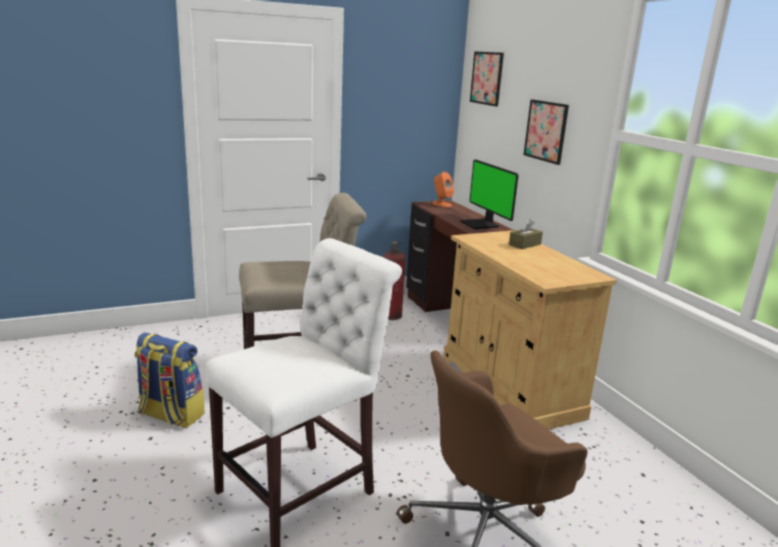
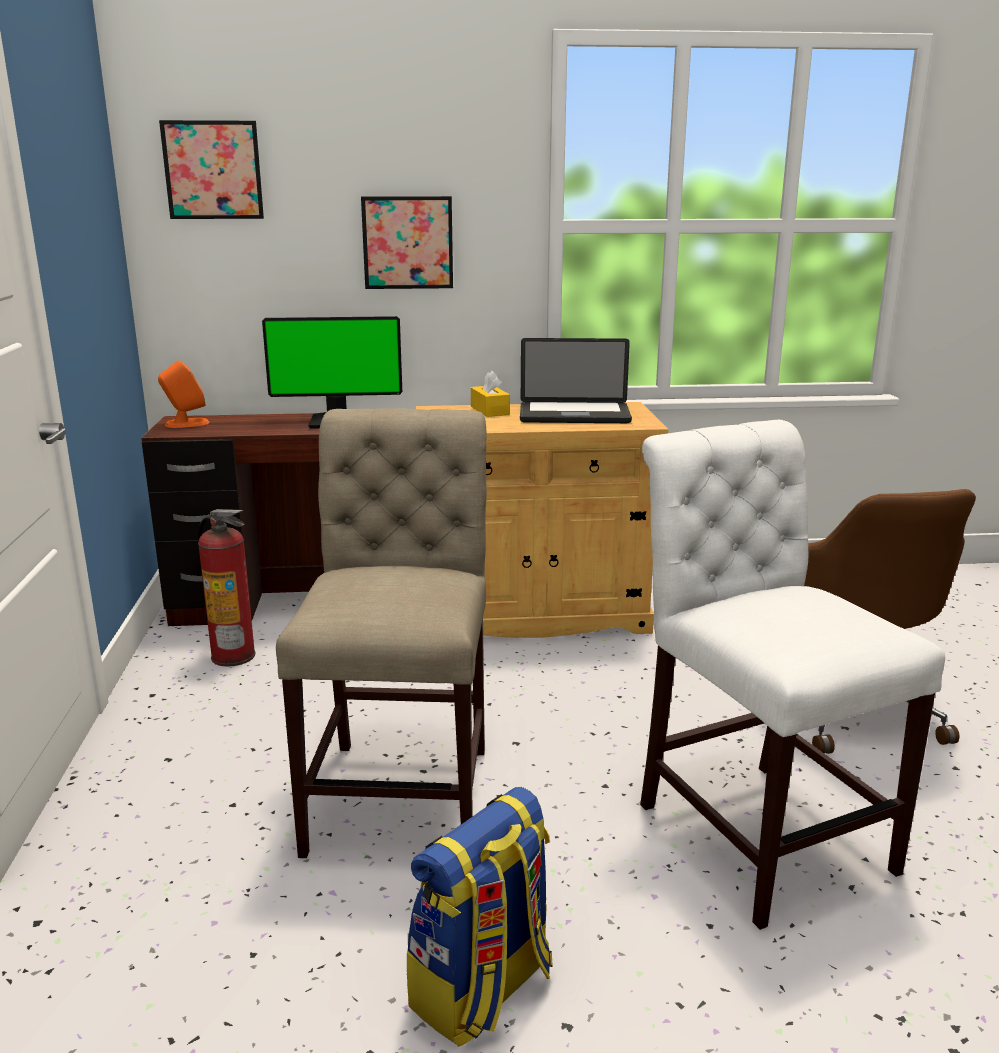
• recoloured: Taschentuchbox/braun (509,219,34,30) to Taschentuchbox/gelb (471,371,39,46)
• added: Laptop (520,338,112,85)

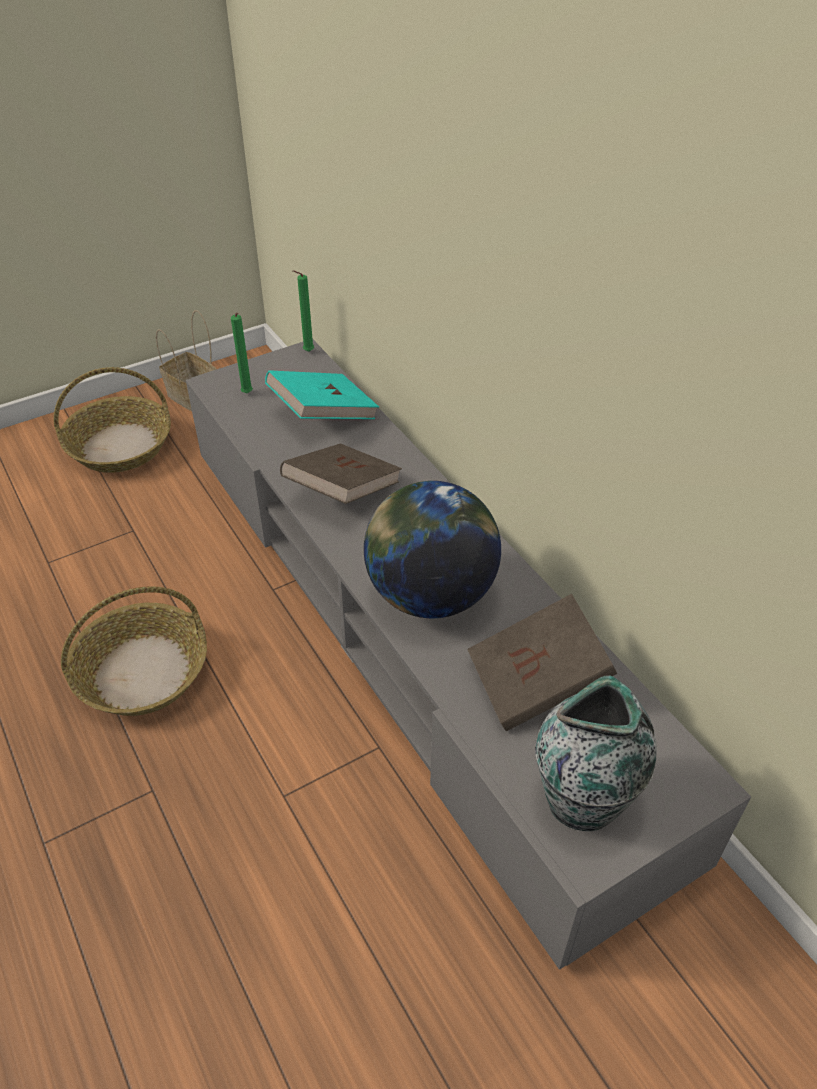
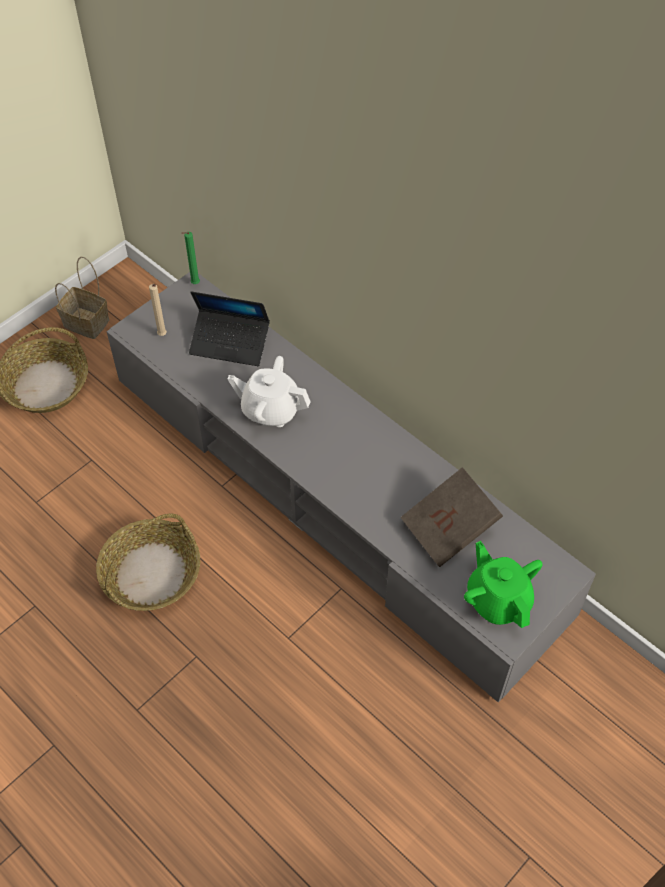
• recoloured: Kerze/grün (231,313,22,80) to Kerze/beige (149,284,18,52)
• replaced: Buch/türkis (265,370,114,49) to Laptop (189,291,81,75)
• replaced: Buch/braun (280,443,122,61) to Teekanne/weiß (228,356,83,71)
• replaced: Vase (535,675,122,156) to Teekanne/grün (464,541,79,87)
• removed: Globus (364,481,137,137)

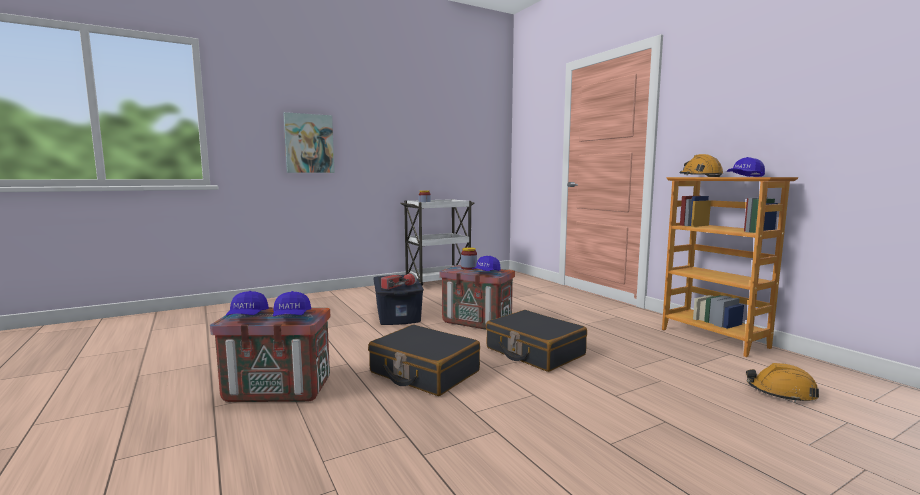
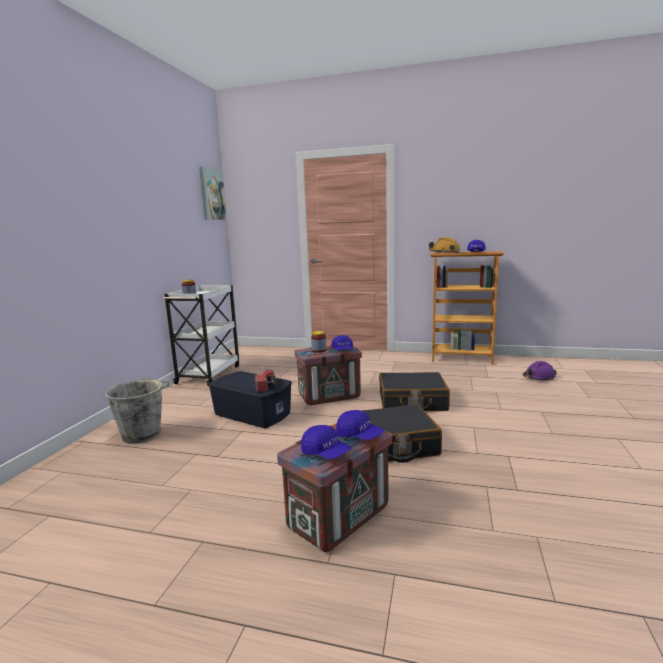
• added: Eimer/grau (105,379,64,65)
• moved: Bild (283,112,52,61) to (199,167,28,53)
• recoloured: Schutzhelm/orange (746,363,73,40) to Schutzhelm/lila (523,361,34,19)

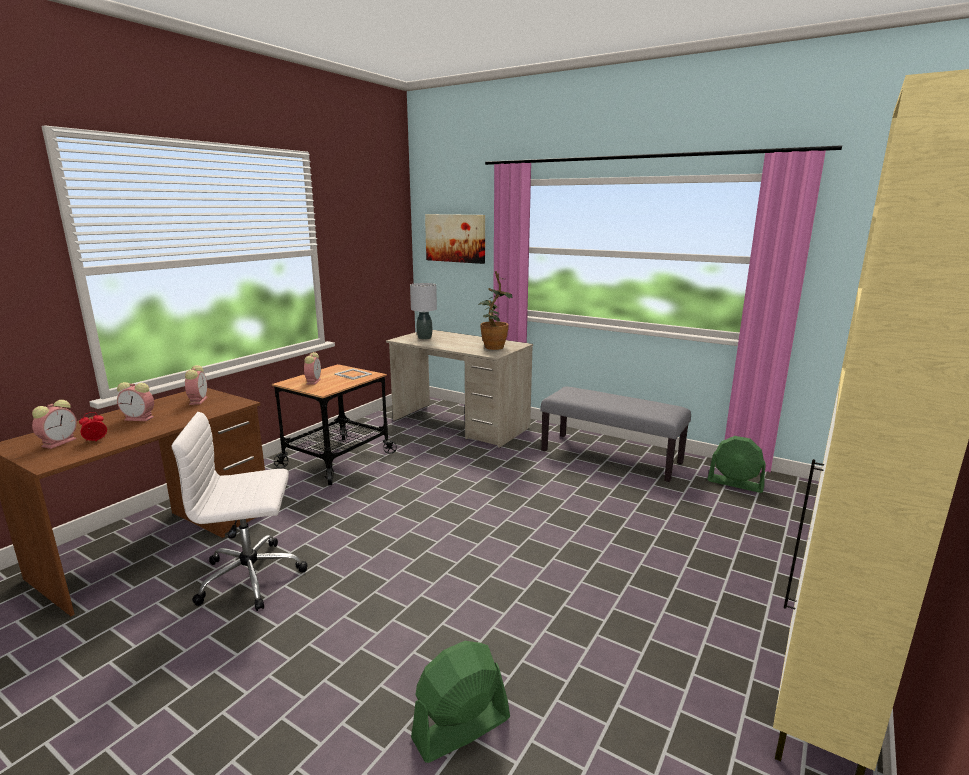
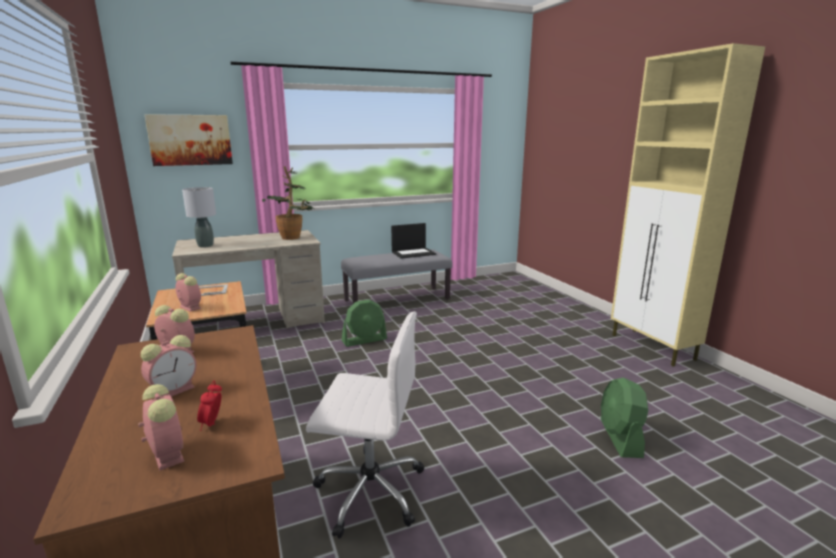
• turned: Bürostuhl/weiß (171,412,137,199) = (306,311,118,228) 105 degrees counterclockwise
• moved: Ventilator/grün (707,436,59,57) to (342,299,45,48)
• added: Laptop (391,223,45,36)

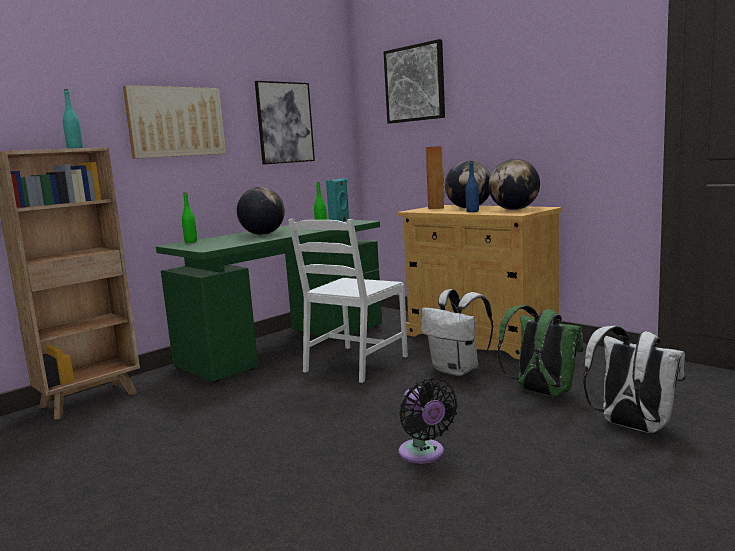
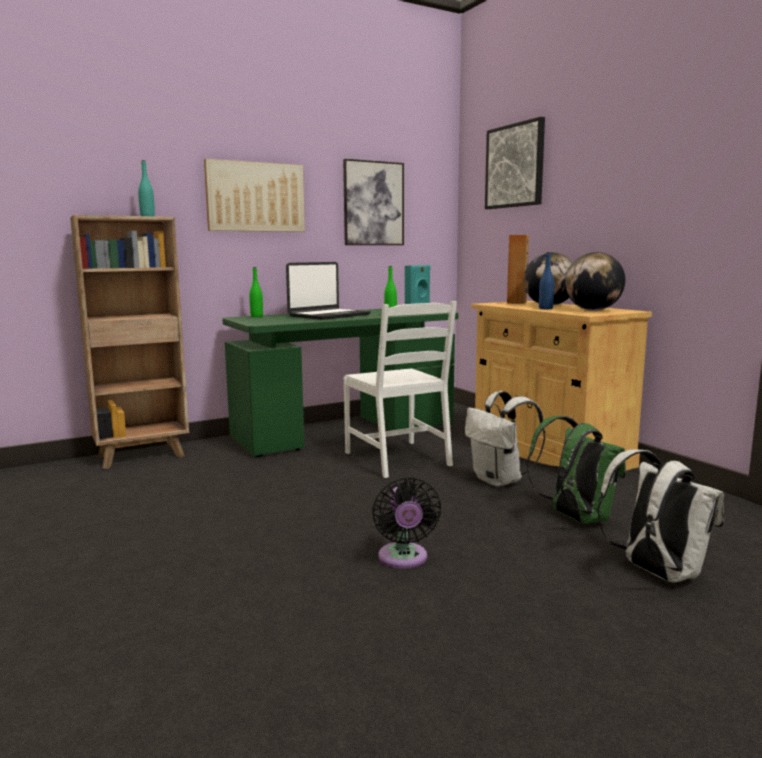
• replaced: Globus (237,187,48,48) to Laptop (286,262,85,58)
• turned: Stuhl/weiß (288,219,120,164) = (344,301,113,177) 75 degrees counterclockwise

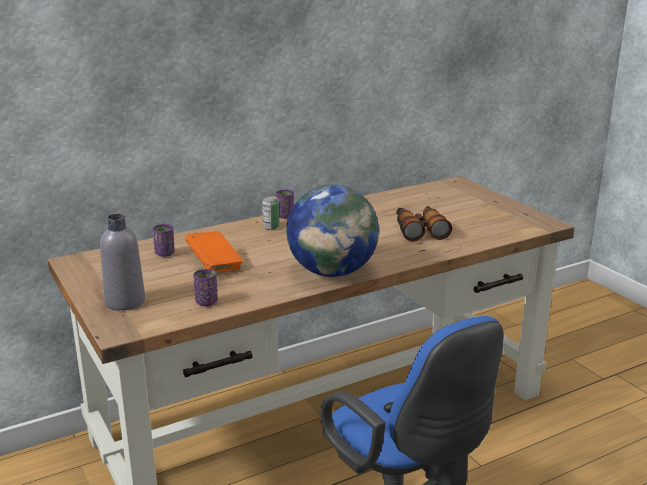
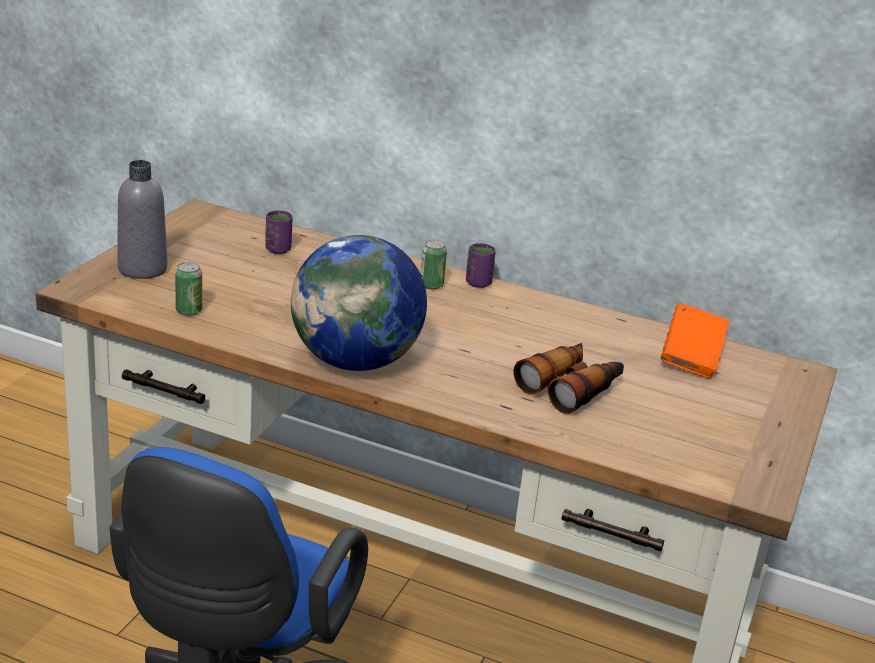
• replaced: Tasse/lila (193,269,25,37) to Dose (175,262,27,54)
• moved: Buch/orange (185,231,58,41) to (661,303,68,75)

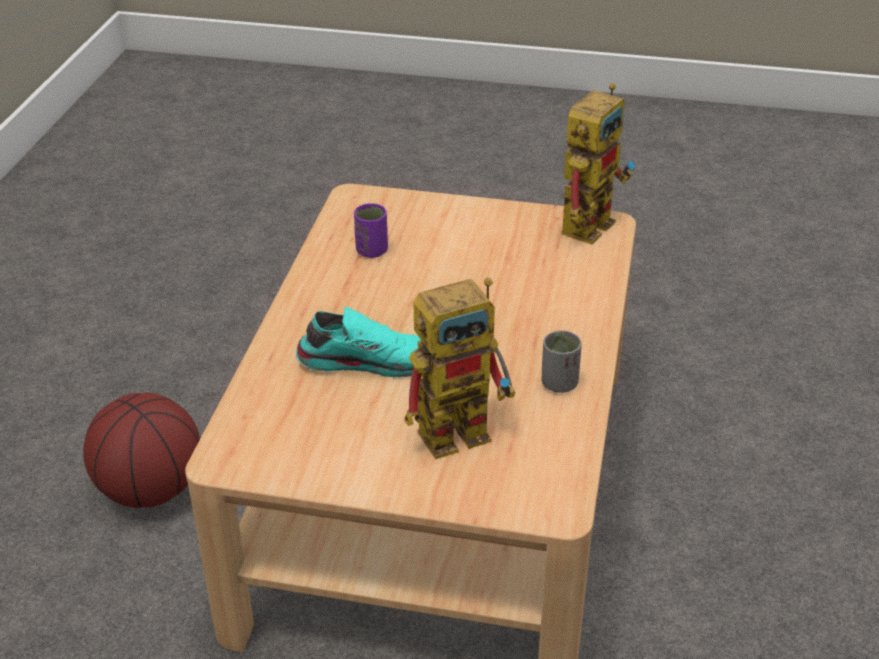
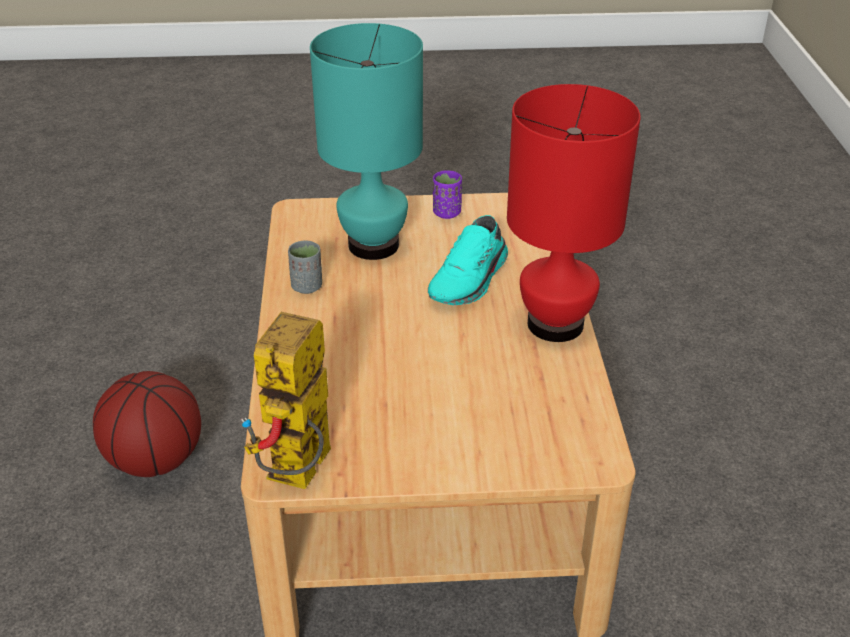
• moved: Basketball (83,393,117,115) to (93,371,108,106)
• replaced: Spielzeugroboter (405,277,110,182) to Tischlampe/türkis (310,23,113,237)
• turned: Schuh/türkis (296,307,125,71) = (428,215,80,90) 45 degrees counterclockwise
• moved: Tasse/lila (354,203,34,55) to (433,170,29,49)
• added: Tischlampe/rot (507,84,134,258)

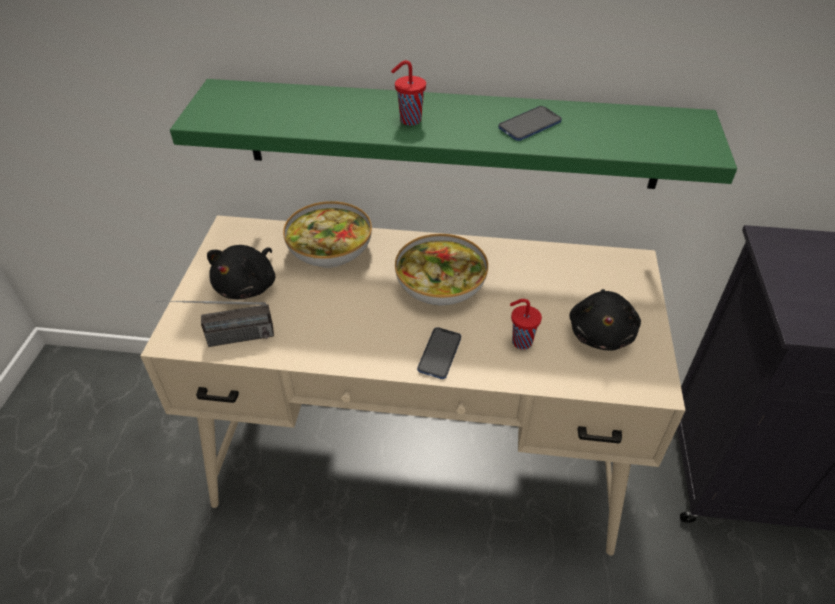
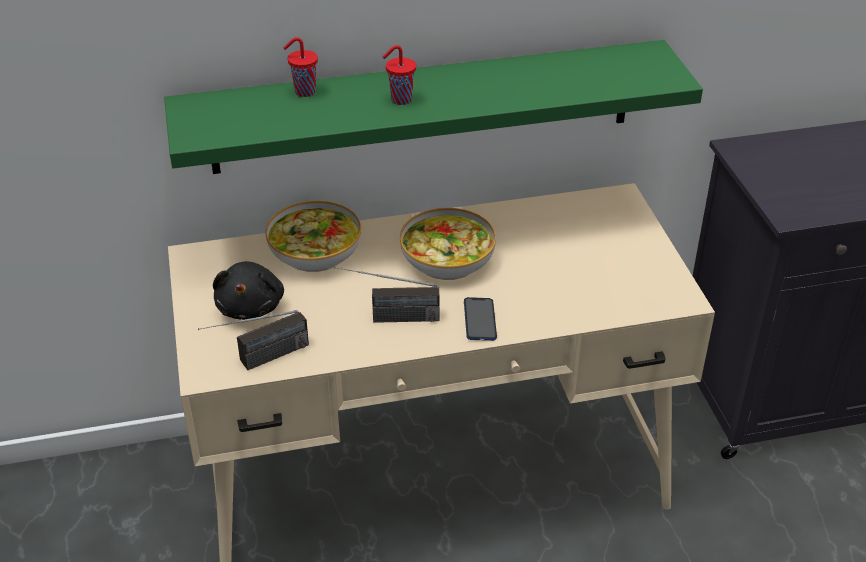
• moved: Tasse/rot (510,299,32,51) to (283,37,35,60)
• added: Radio (334,267,105,56)
• removed: Handy (498,106,64,35)
• removed: Plüschtier/schwarz (569,289,72,62)

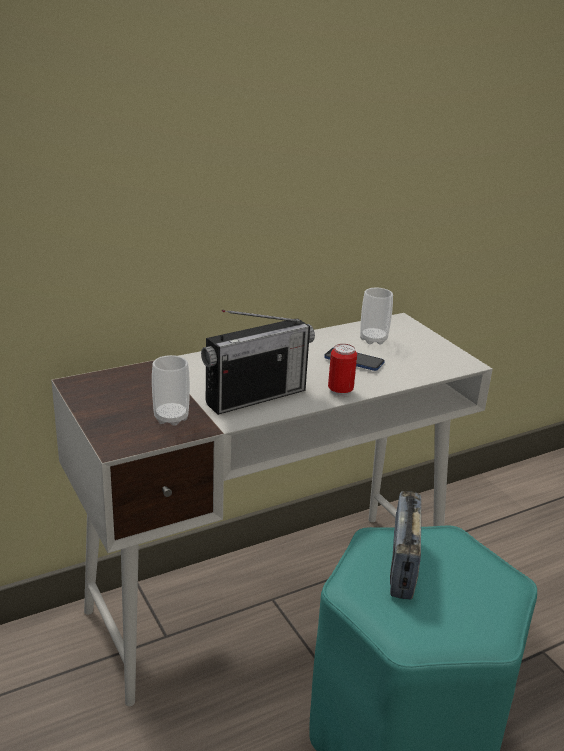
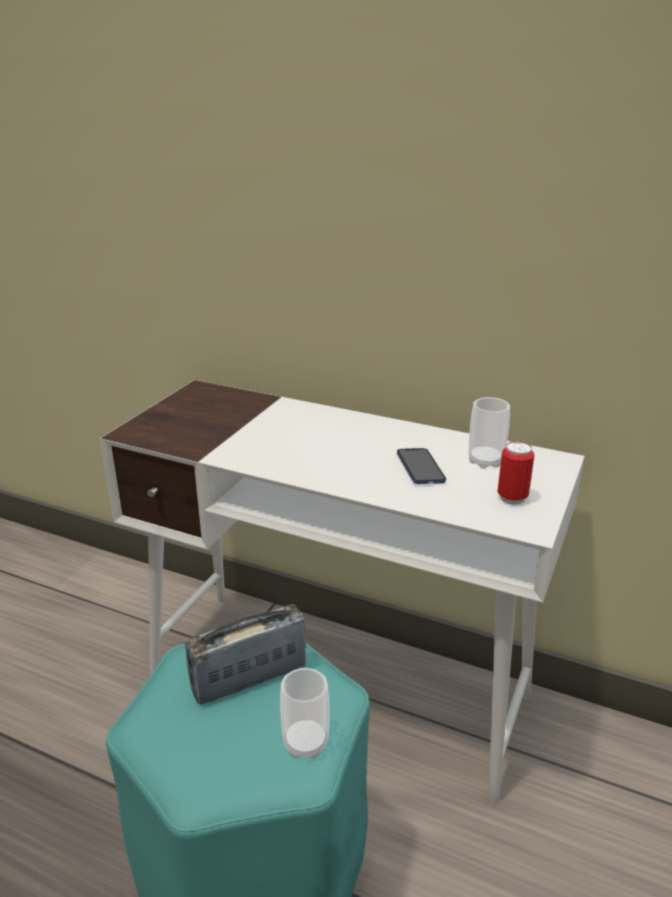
• moved: Tasse (152,355,38,71) to (280,668,50,91)
• moved: Dose (328,344,29,53) to (498,441,37,64)
• removed: Radio (201,310,114,105)

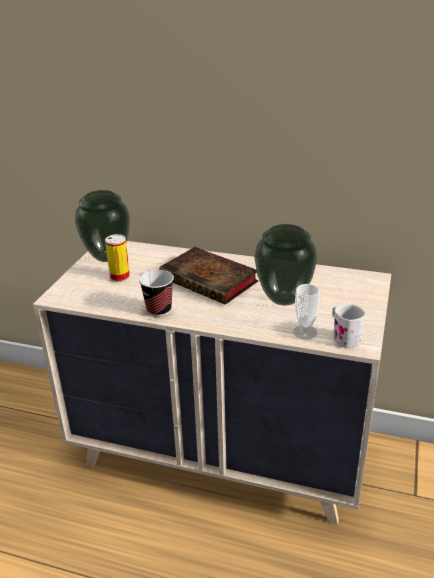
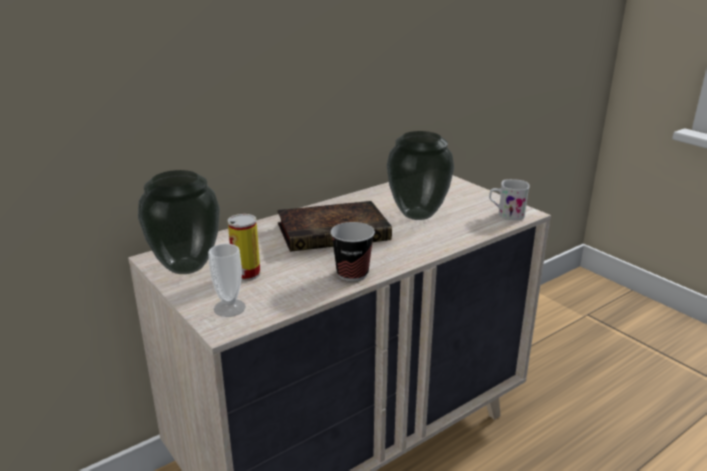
• moved: Tasse (293,284,27,55) to (208,244,38,73)

